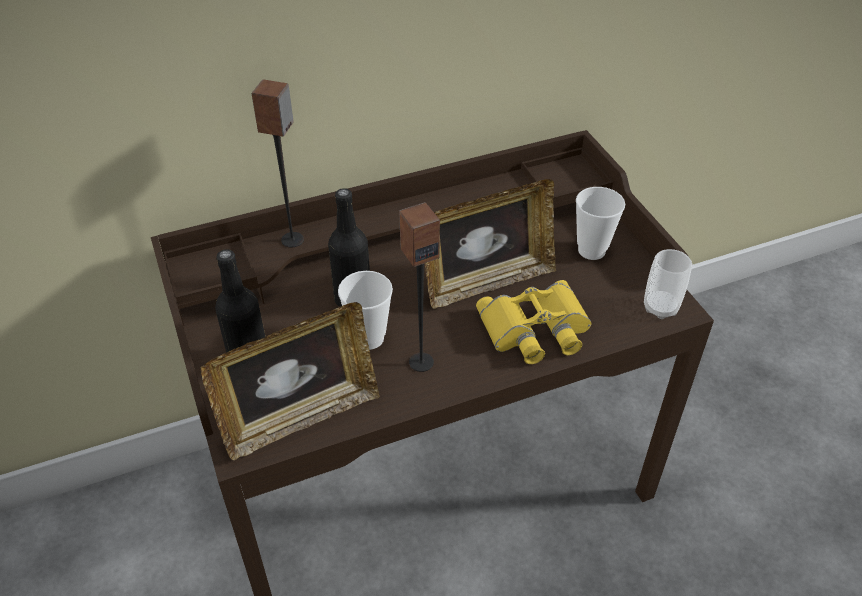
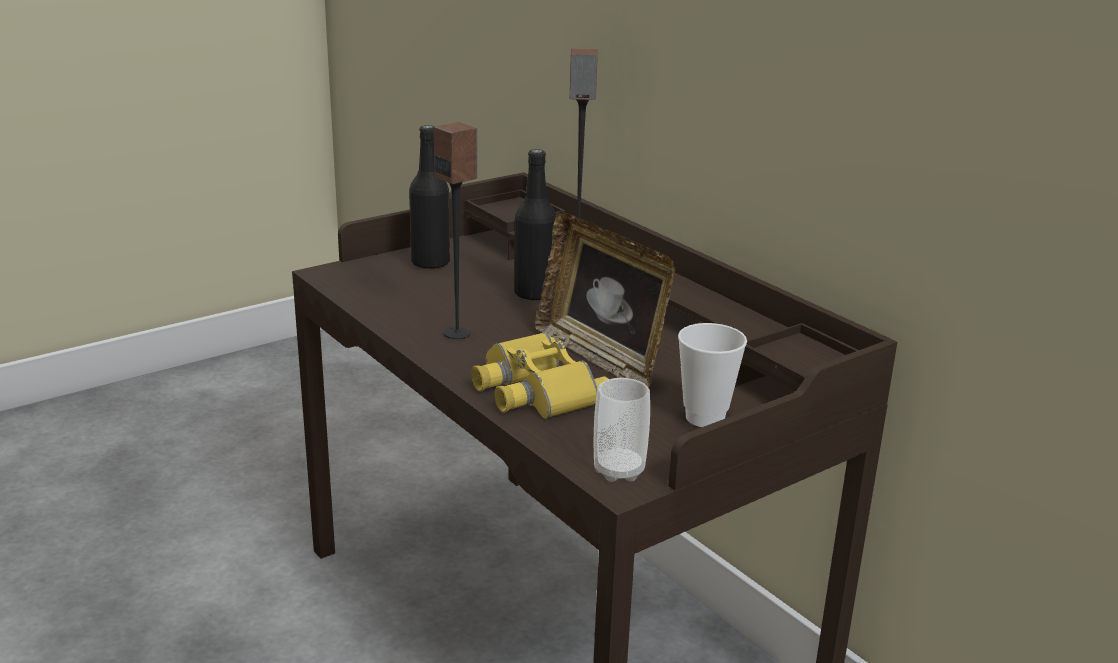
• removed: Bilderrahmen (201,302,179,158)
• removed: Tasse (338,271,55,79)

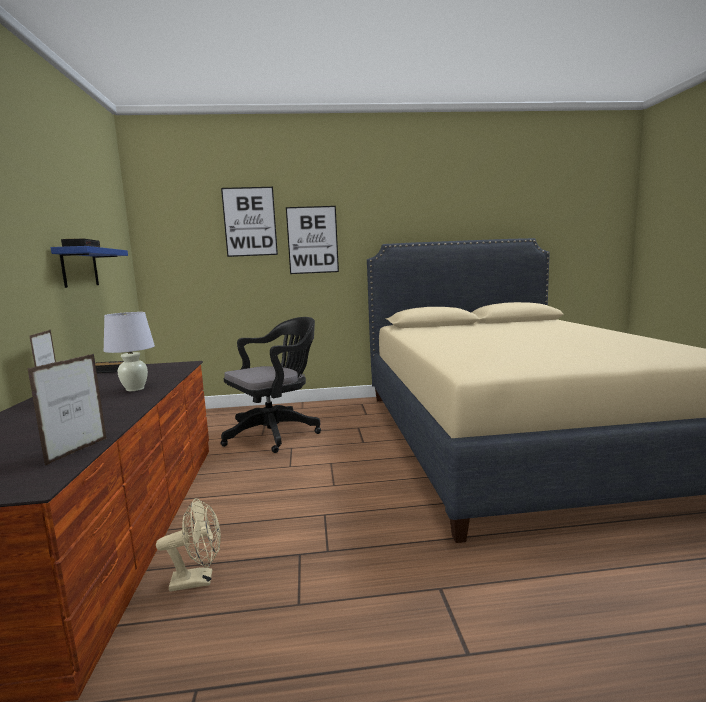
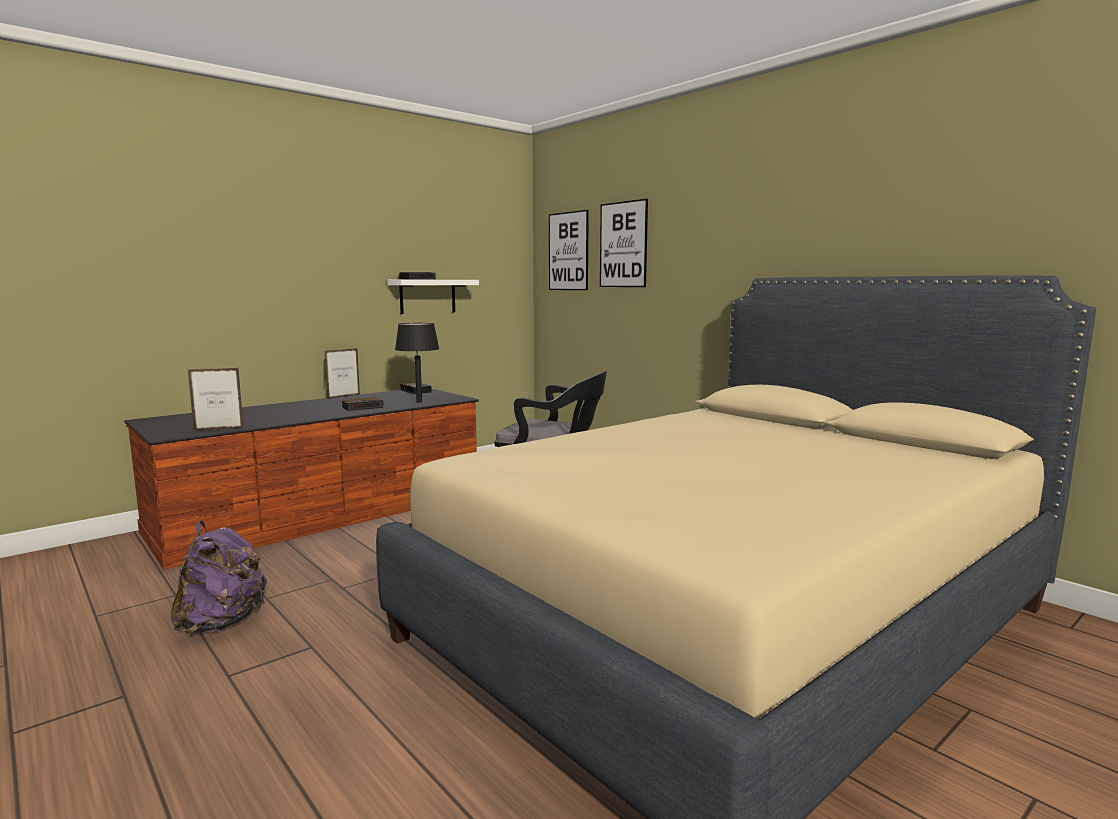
• added: Rucksack/lila (170,520,97,114)
• replaced: Tischlampe/weiß (104,312,51,79) to Wecker (342,397,42,14)
• recoloured: Wandregal/blau (51,246,77,42) to Wandregal/weiß (388,279,91,35)
• added: Tischlampe/schwarz (395,323,44,80)
• moved: Bild (286,206,53,68) to (549,210,40,80)
• removed: Ventilator/beige (156,498,65,93)

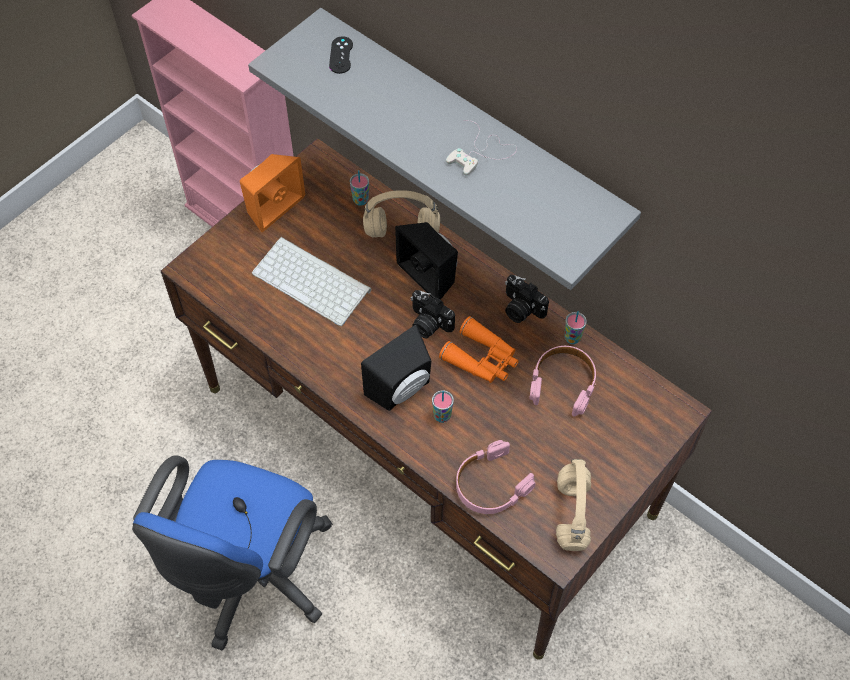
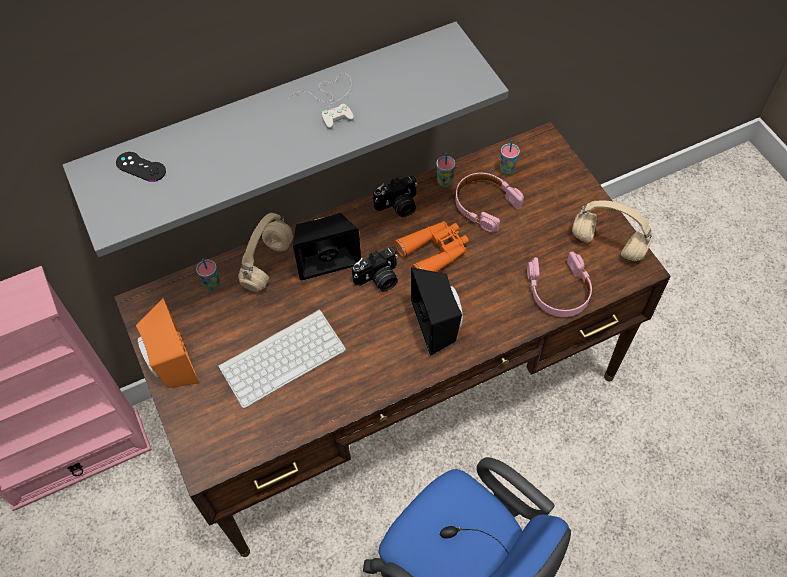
• moved: Tasse (432,390,22,33) to (500,140,20,35)

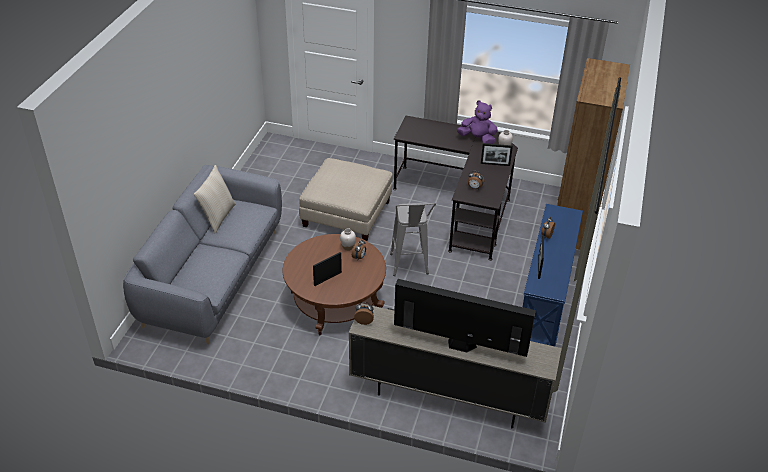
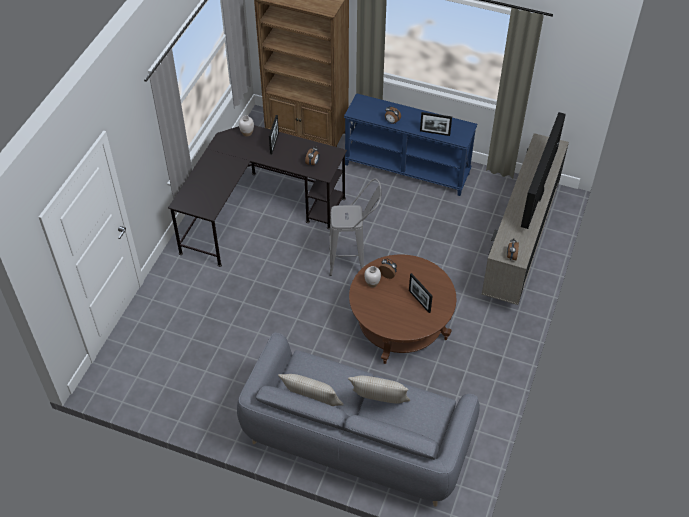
• added: Kissen/beige (348,376,62,27)
• removed: Polsterhocker/beige (299,158,94,83)
• removed: Plüschtier/lila (457,100,41,44)

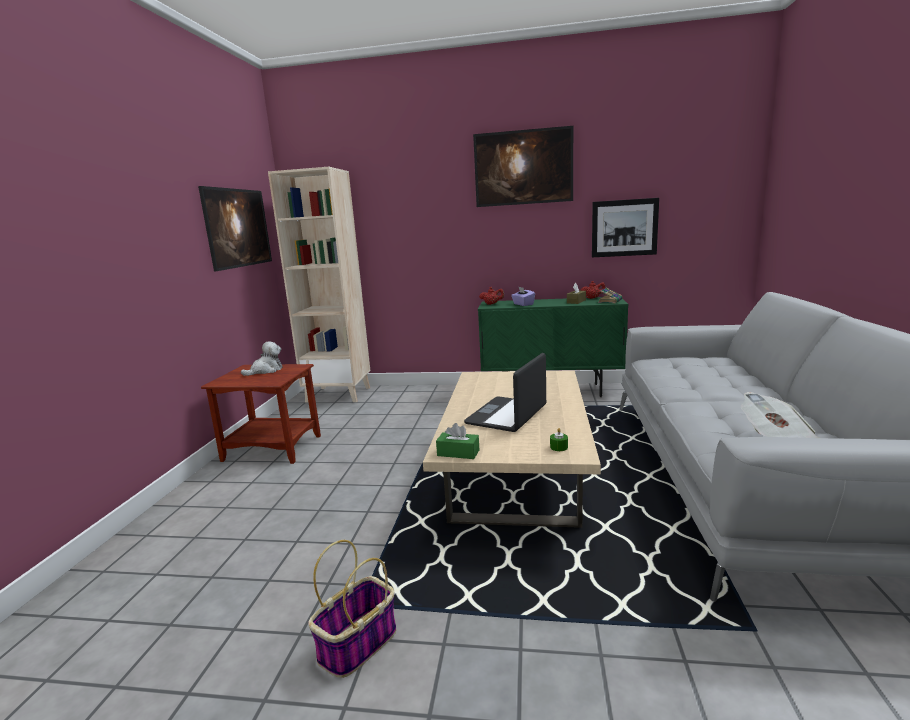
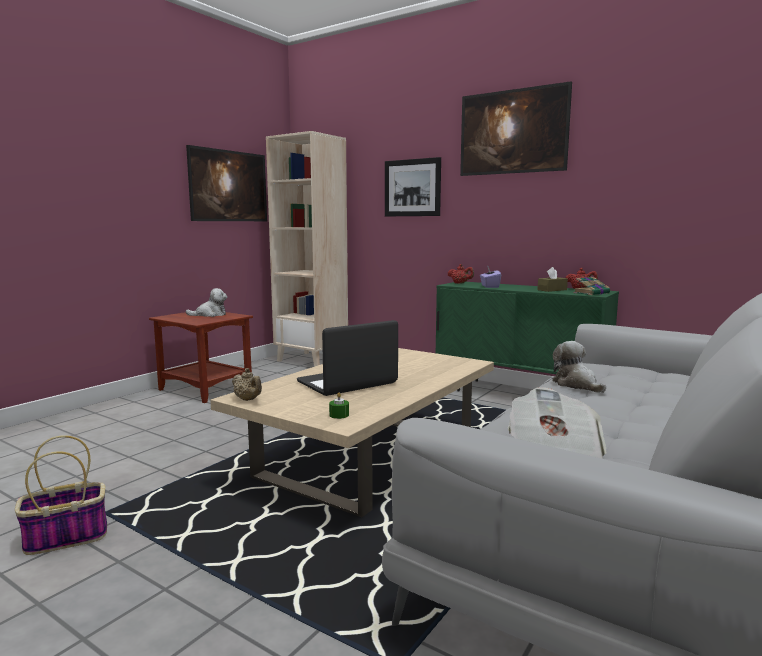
• replaced: Taschentuchbox/grün (436,423,43,36) to Teekanne/beige (232,368,30,33)
• moved: Bild (592,198,67,59) to (385,157,56,59)
• added: Plüschtier (552,341,54,52)

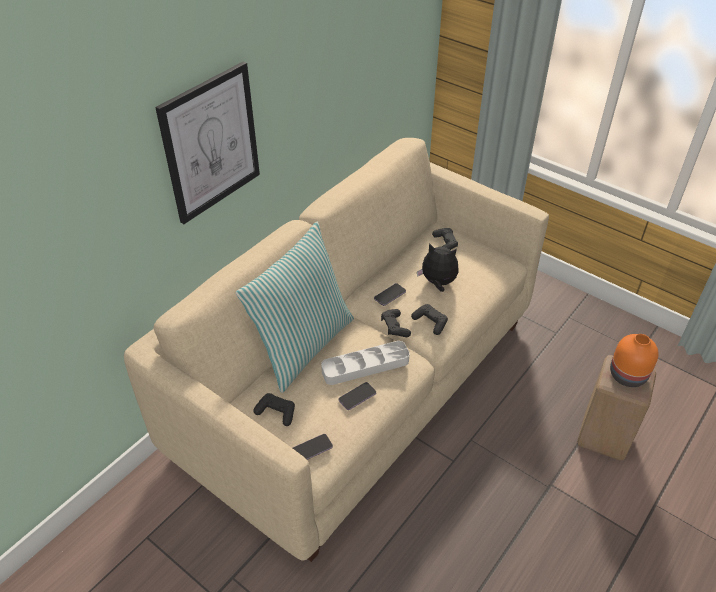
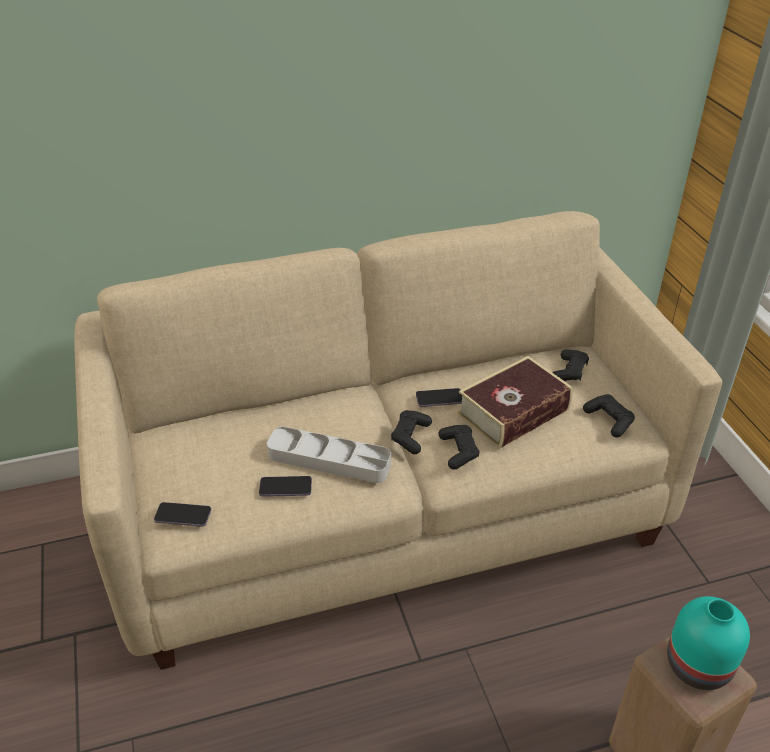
• replaced: Plüschtier (417,243,41,49) to Buch (457,356,116,92)
• moved: Gamepad/schwarz (254,393,41,33) to (583,394,52,44)
• recoloured: Vase/orange (610,334,49,53) to Vase/türkis (667,596,83,94)
• removed: Bild (155,61,105,163)
• removed: Kissen (236,221,118,172)

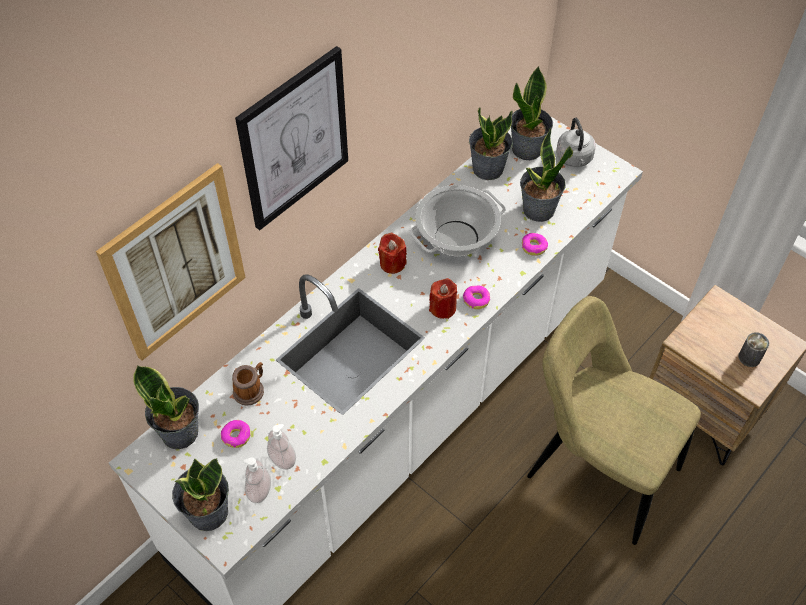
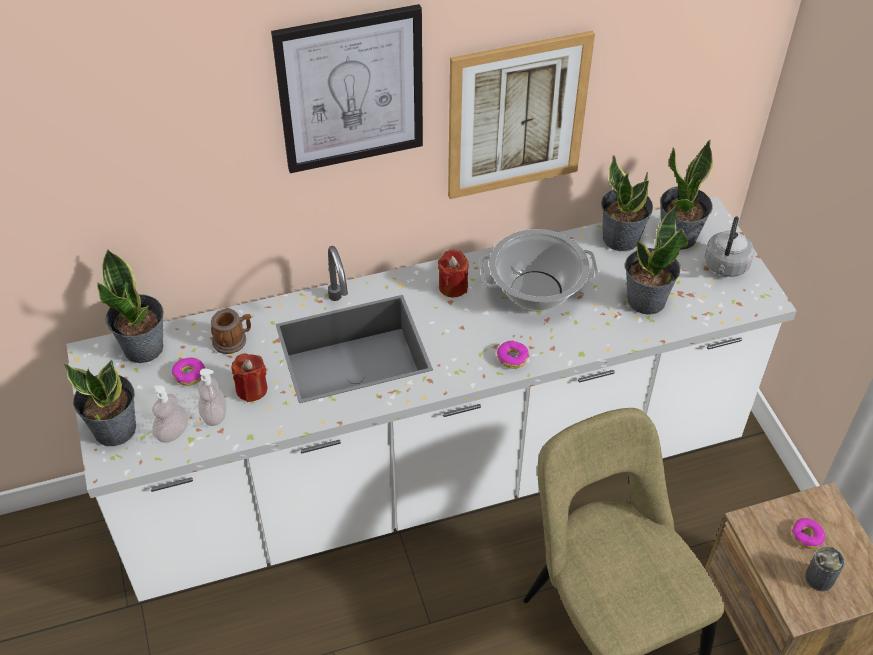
• moved: Kerze/rot (429,278,28,41) to (231,353,36,49)
• moved: Bild (96,163,150,198) to (448,31,147,168)
• moved: Donut (522,233,26,23) to (792,518,33,31)

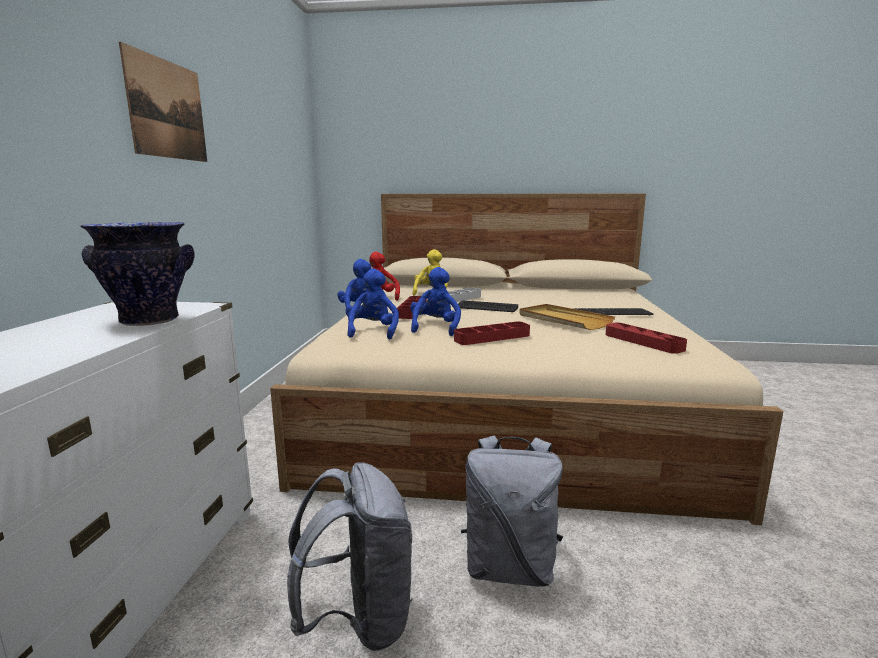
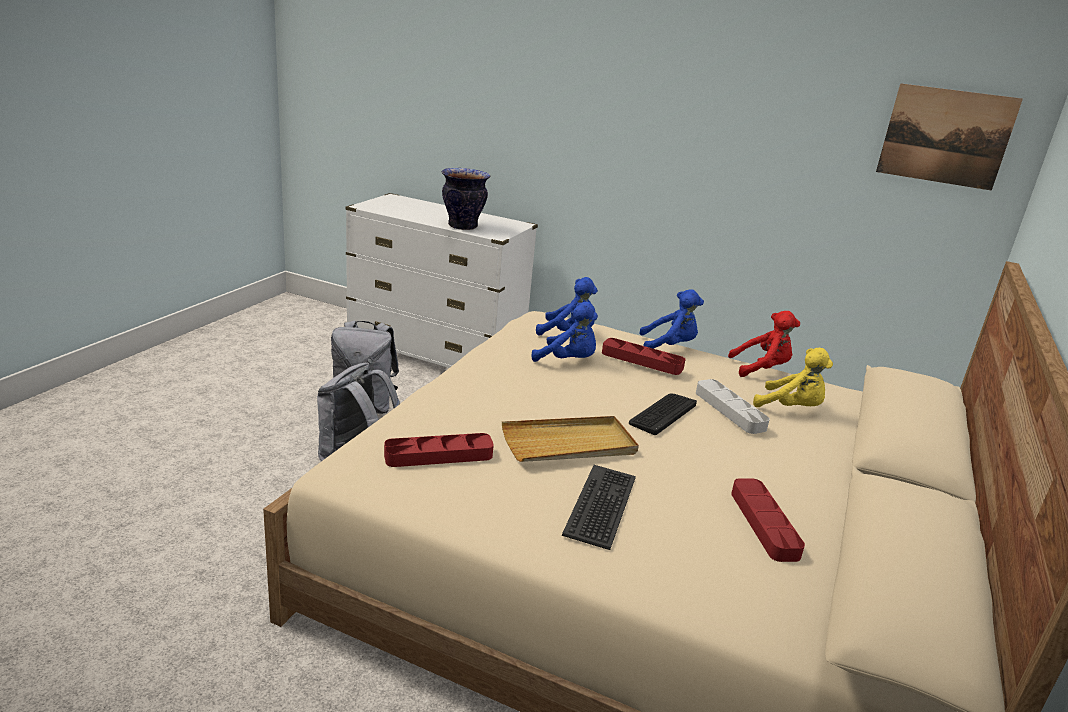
• moved: Tablett/rot (454,322,76,23) to (731,478,74,84)
• moved: Bild (119,42,88,120) to (876,83,147,108)

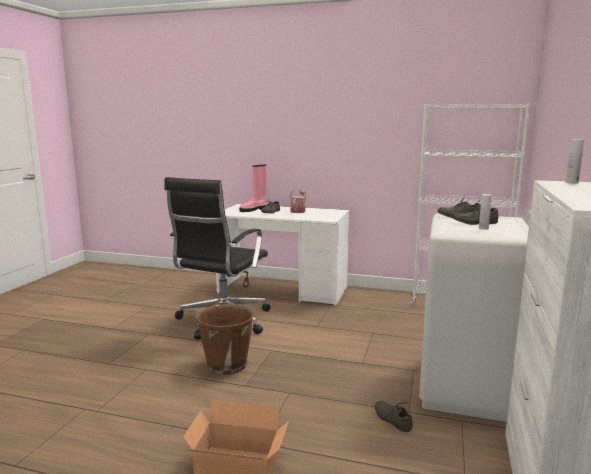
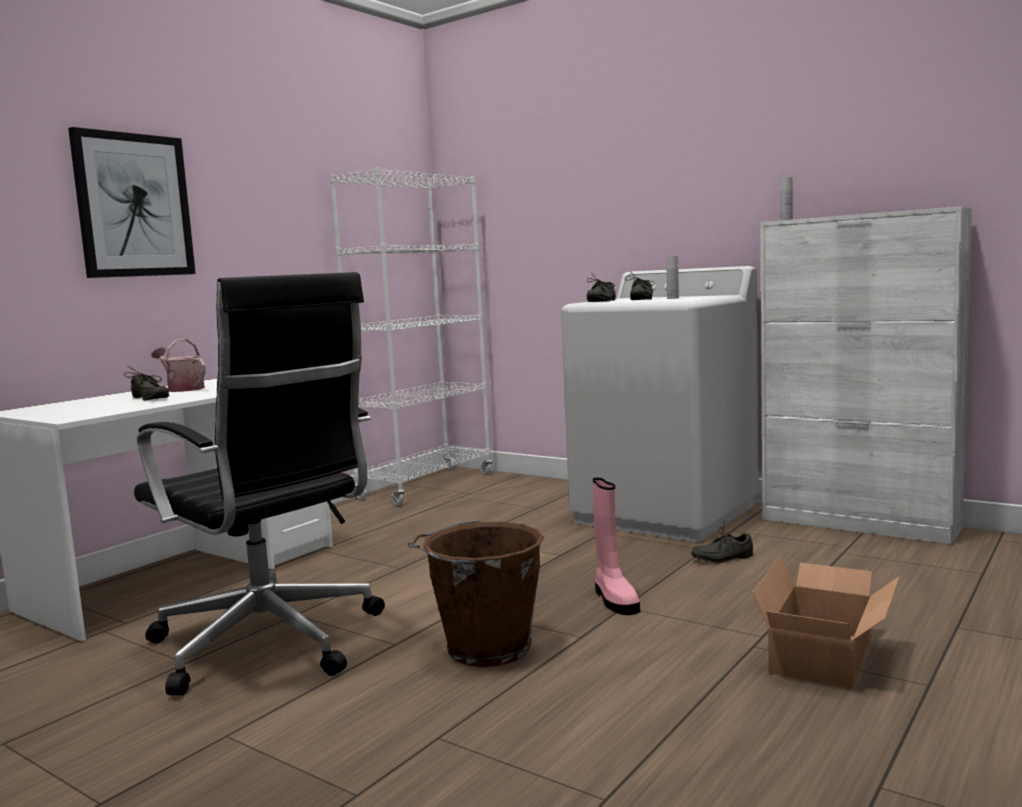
• added: Bild (68,127,128,151)
• moved: Stiefel/rosa (239,165,28,47) to (593,478,47,137)

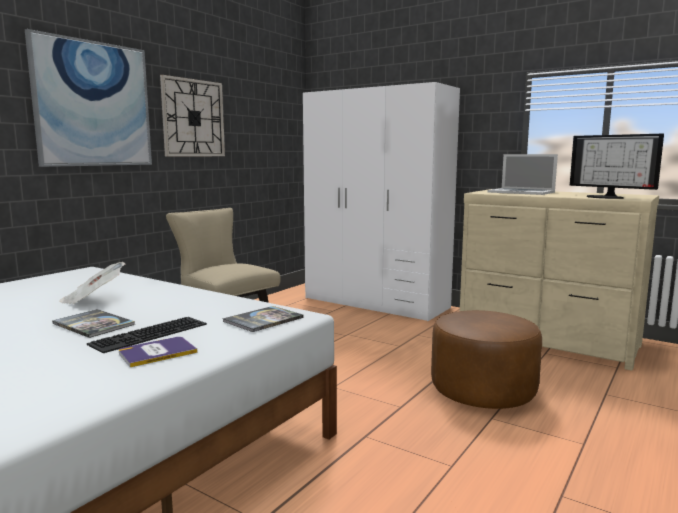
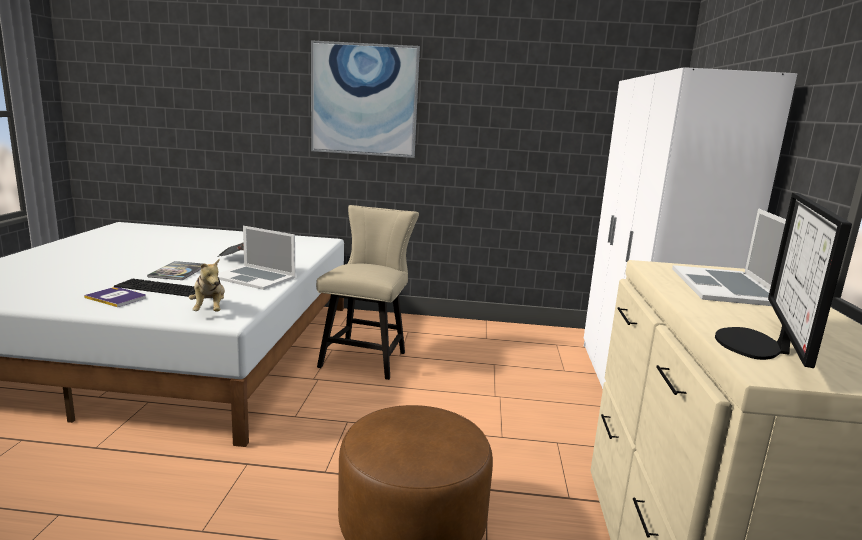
• replaced: Buch (222,306,81,26) to Plüschtier (189,259,36,52)
• added: Laptop (218,226,77,64)
• removed: Wanduhr (160,75,65,82)

